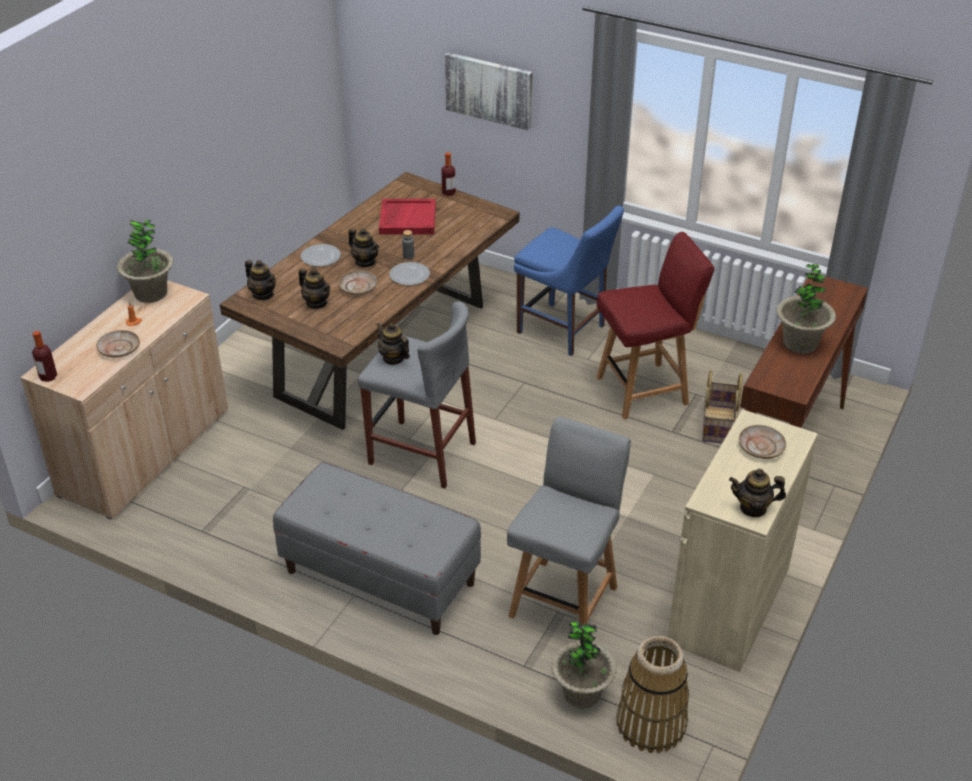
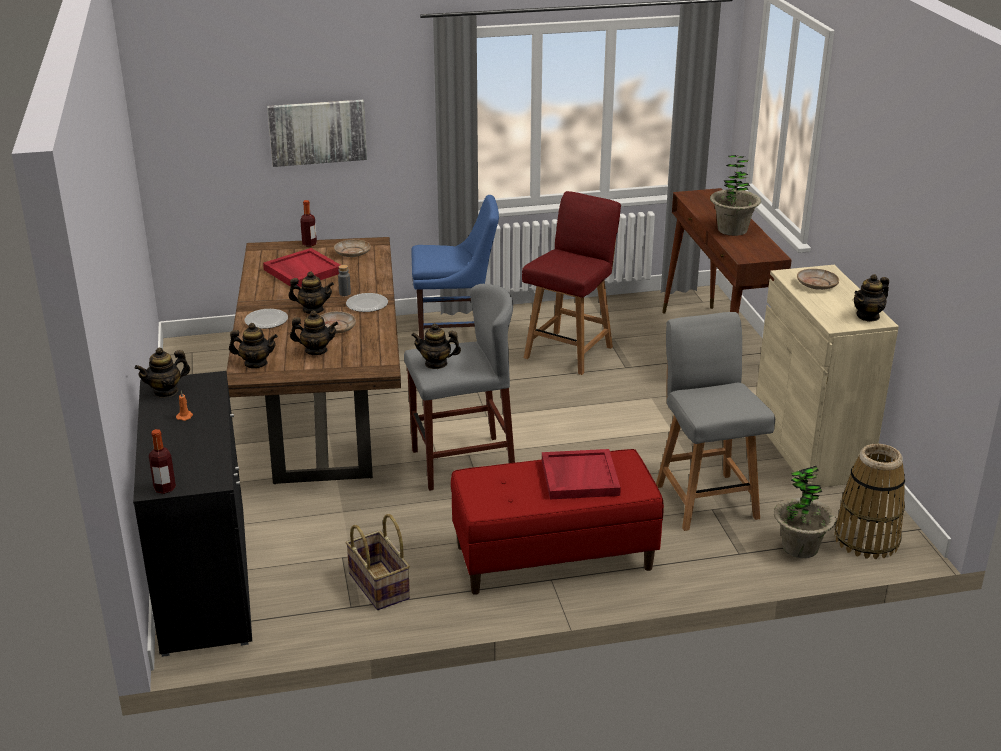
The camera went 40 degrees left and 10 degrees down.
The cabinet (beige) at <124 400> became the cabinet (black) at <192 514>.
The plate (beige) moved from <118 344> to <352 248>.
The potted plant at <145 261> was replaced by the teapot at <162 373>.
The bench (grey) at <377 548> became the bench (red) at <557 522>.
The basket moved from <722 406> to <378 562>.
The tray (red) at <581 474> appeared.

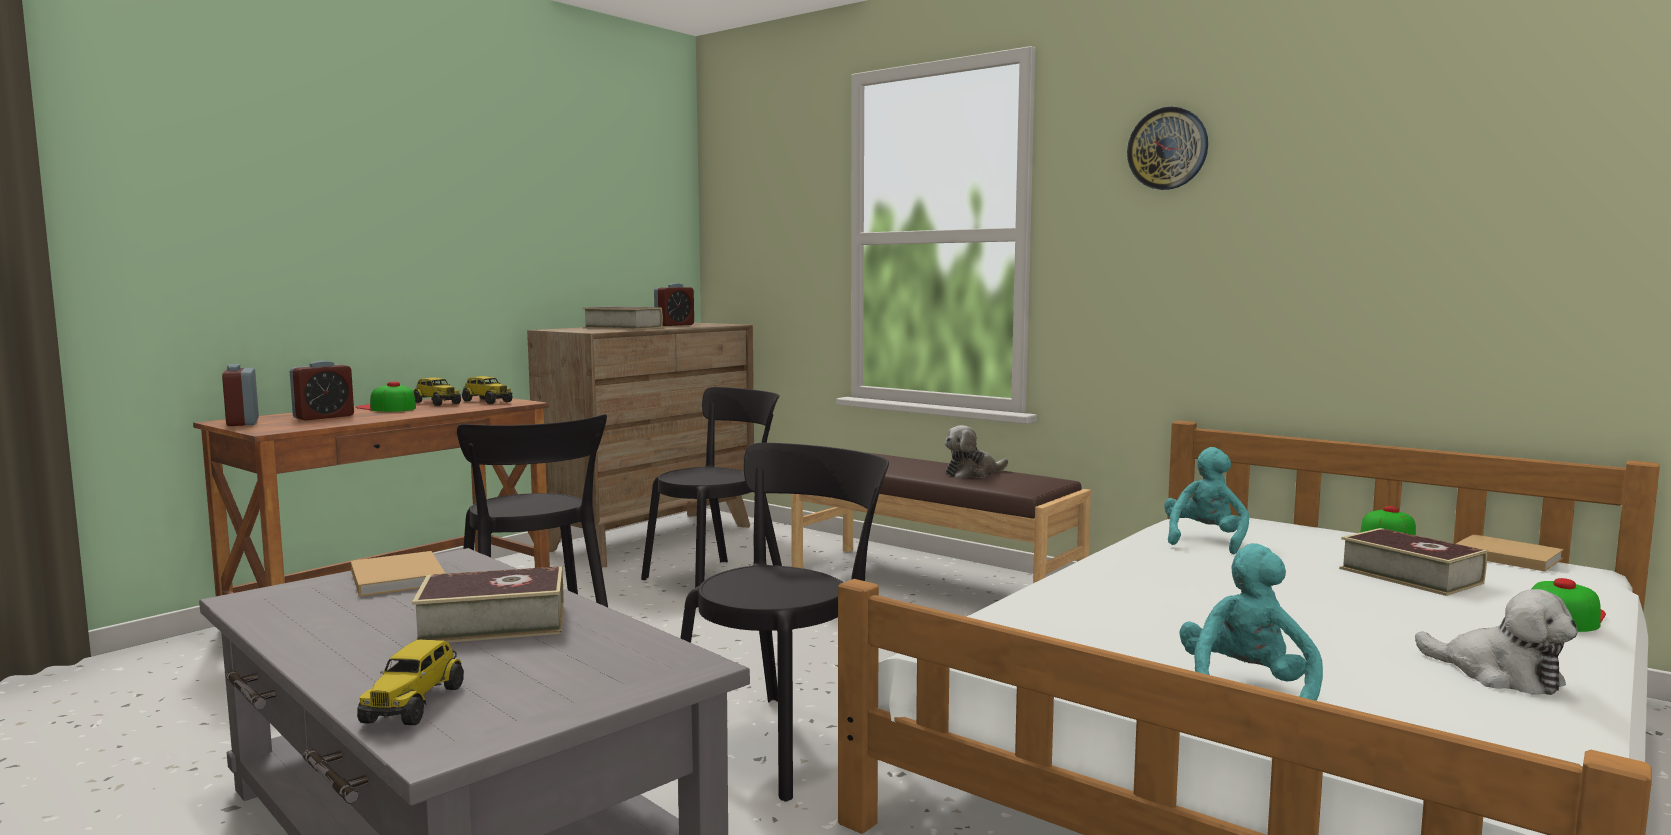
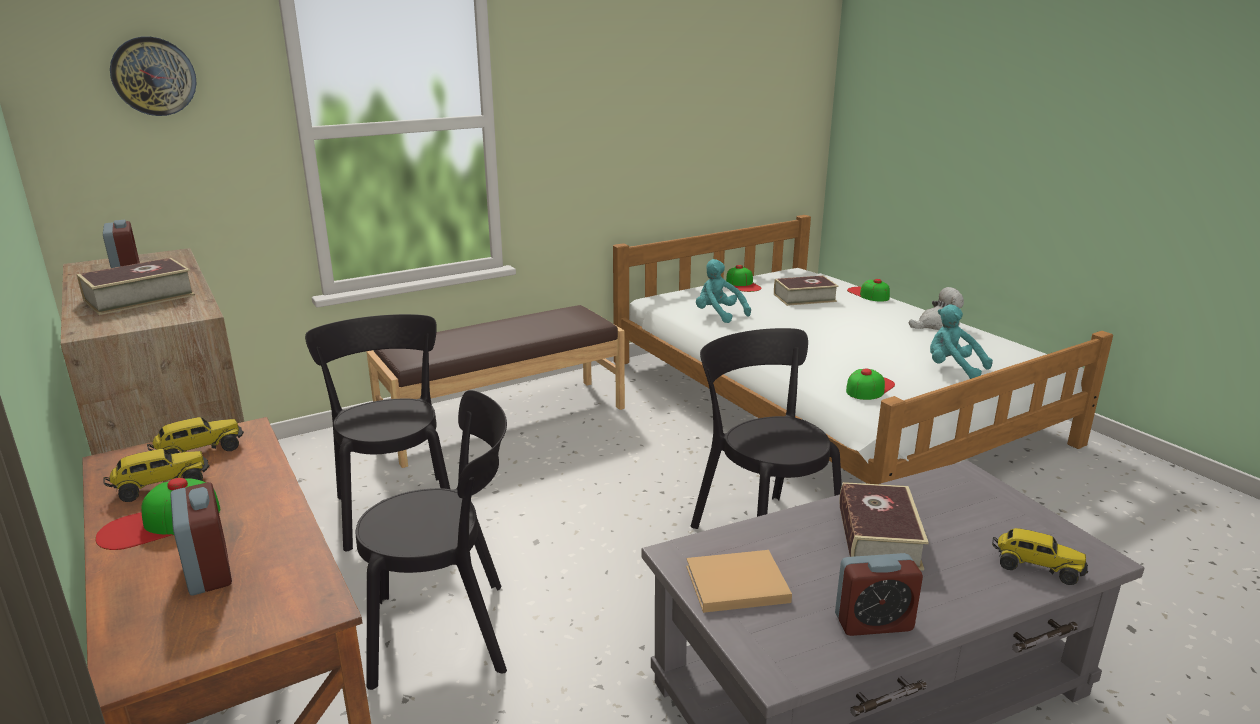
The camera went 70 degrees left and 15 degrees up.
The alarm clock moved from <240 395> to <879 594>.
The plush toy at <976 451> disappeared.
The wall clock moved from <1167 148> to <153 76>.
The book (beige) at <1510 553> disappeared.
The cap at <870 384> appeared.

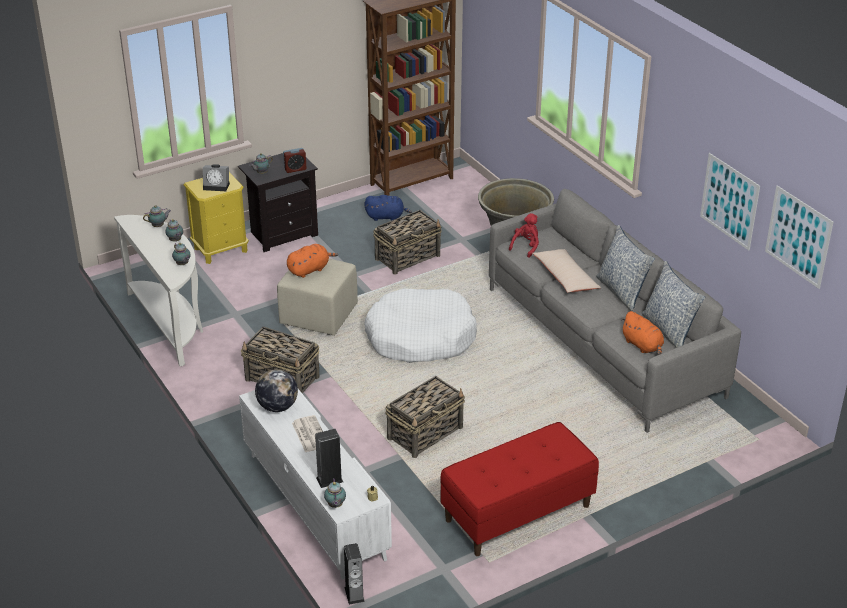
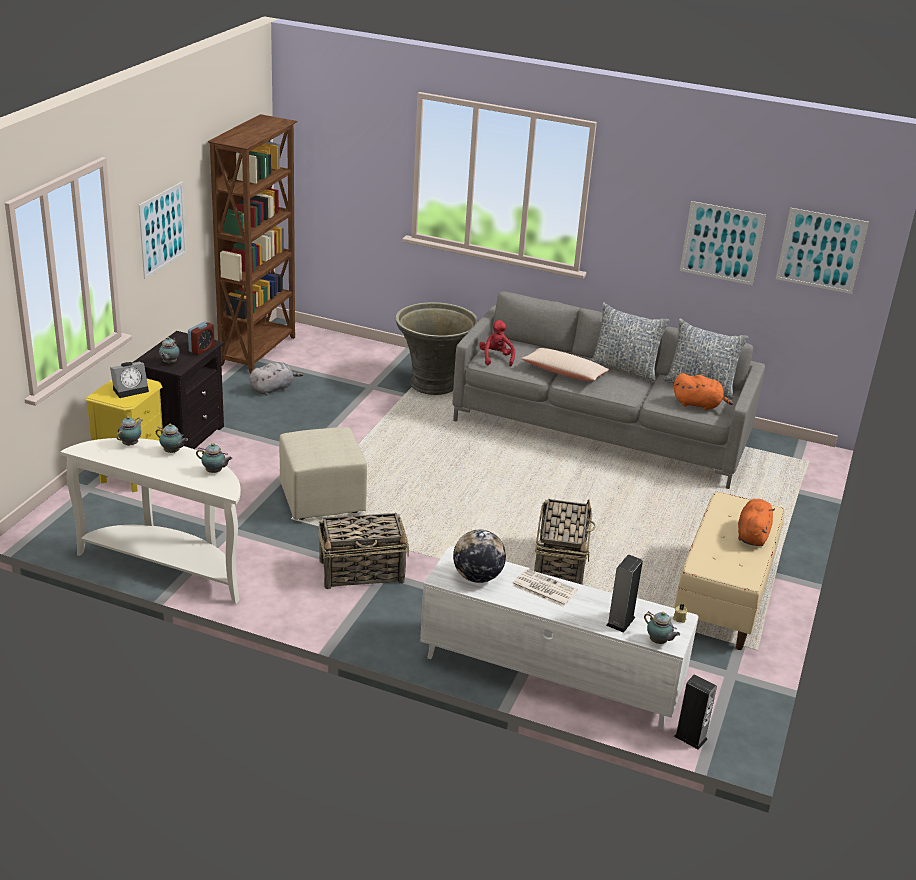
The camera went 40 degrees left and 5 degrees down.
The plush toy (orange) moved from <312 261> to <756 522>.
The dog bed (white) at <420 326> disappeared.
The plush toy (blue) at <388 208> became the plush toy (grey) at <276 379>.
The basket at <407 242> disappeared.
The bench (red) at <519 489> became the bench (beige) at <729 570>.
The picture at <163 230> appeared.

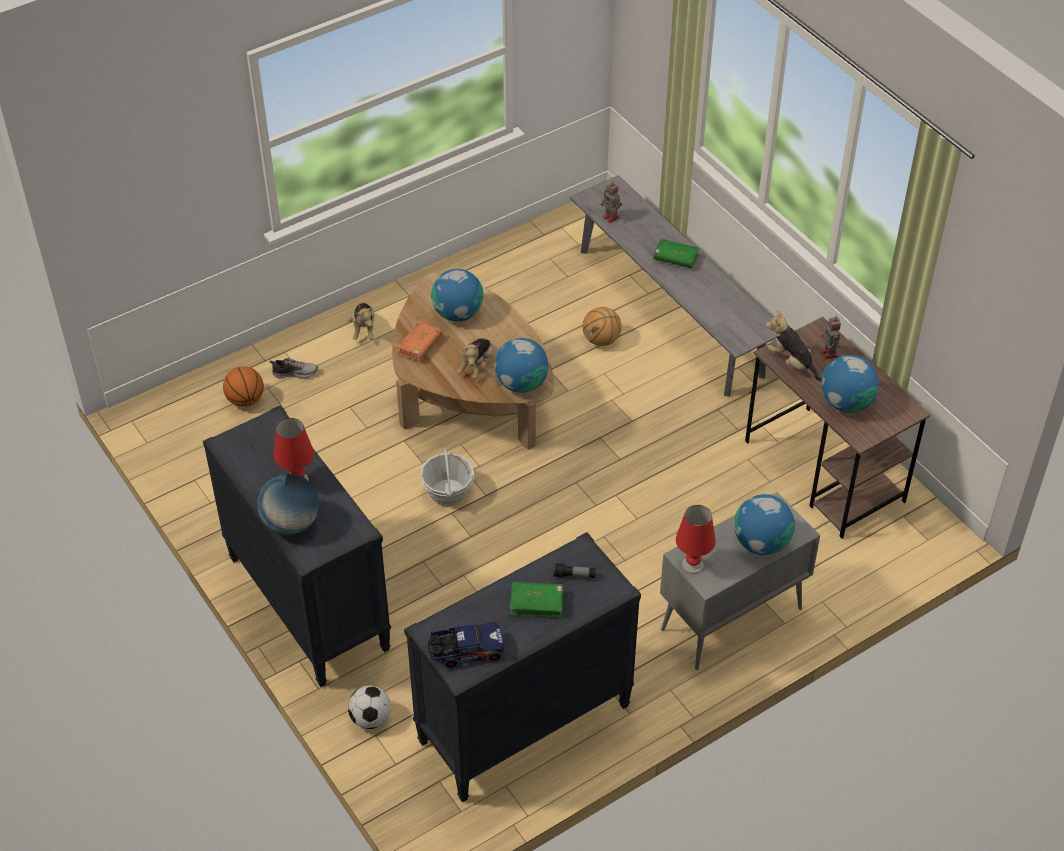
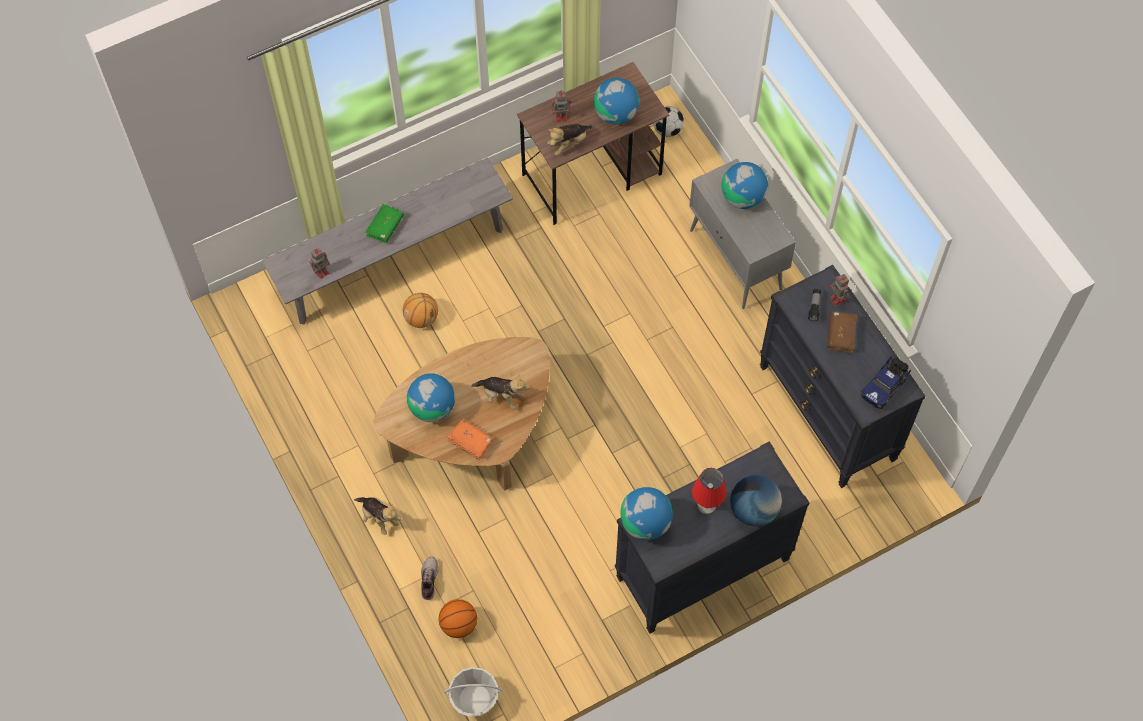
The camera went 85 degrees left and 15 degrees up.
The plush toy at <360 321> turned 45 degrees clockwise.
The football moved from <369 707> to <668 121>.
The basket moved from <447 477> to <473 692>.
The toy truck at <466 645> turned 135 degrees counterclockwise.
The globe moved from <521 365> to <647 513>.
The book (green) at <536 600> became the book (brown) at <842 332>.
The table lamp (red) at <696 539> disappeared.
The toy robot at <839 290> appeared.

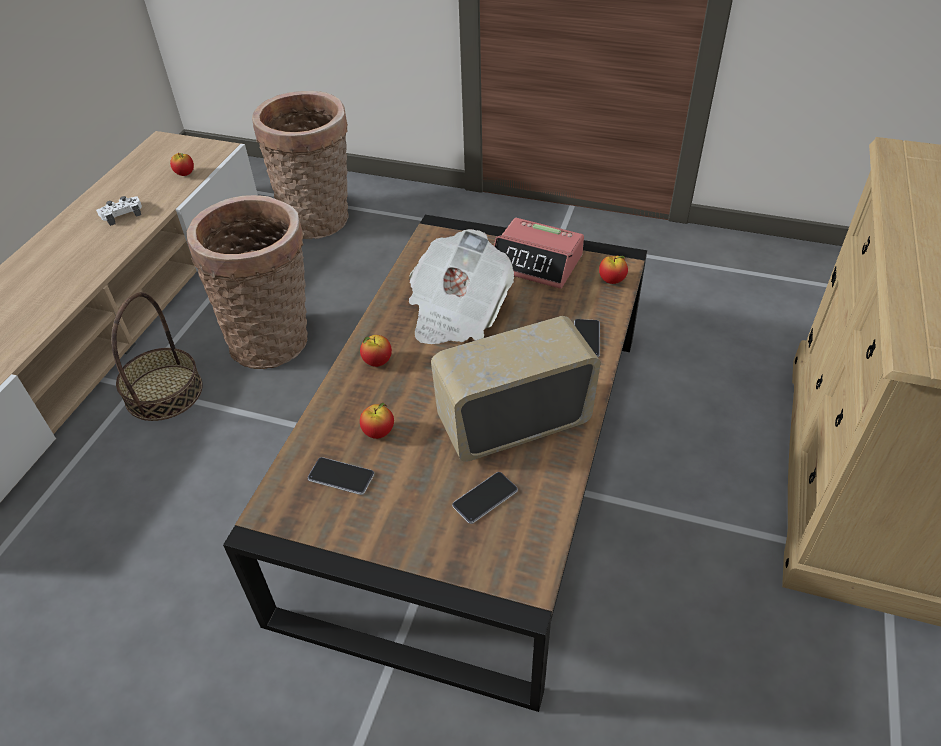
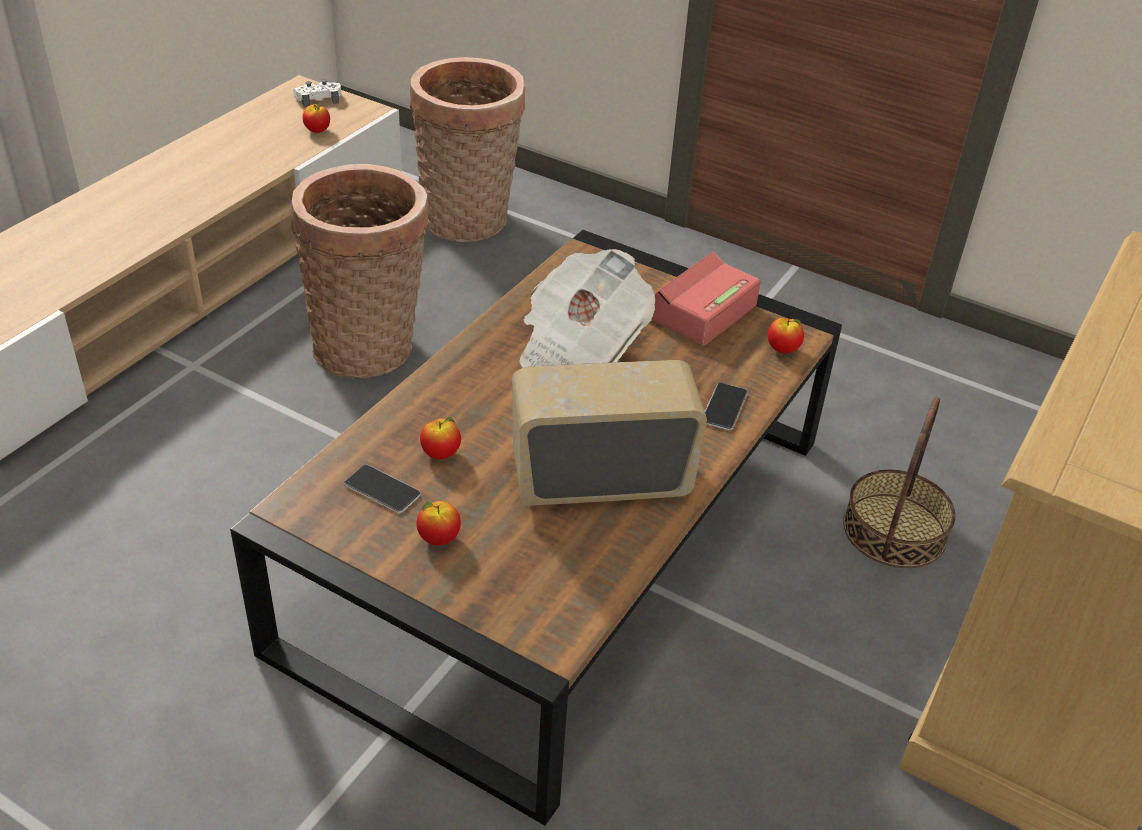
The camera went 10 degrees right and 5 degrees down.
The game controller (white) moved from <119 211> to <317 93>.
The basket moved from <157 356> to <899 482>.
The apple moved from <376 351> to <438 523>.
The phone at <485 498> disappeared.
The alarm clock at <539 253> turned 90 degrees clockwise.

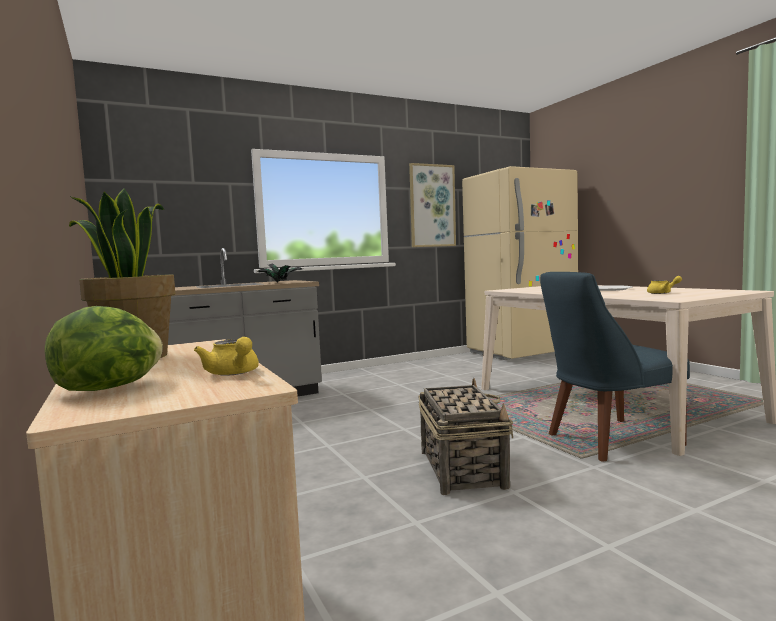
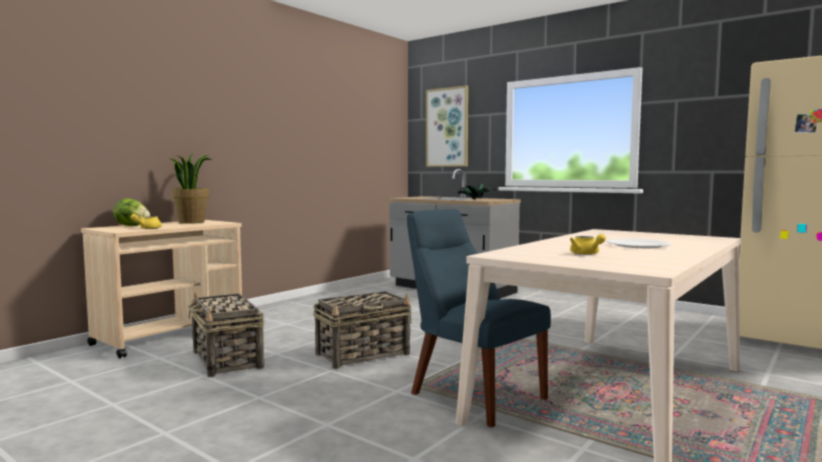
The camera went 65 degrees right and 0 degrees up.
The picture moved from <432 205> to <447 126>.
The basket at <226 335> appeared.

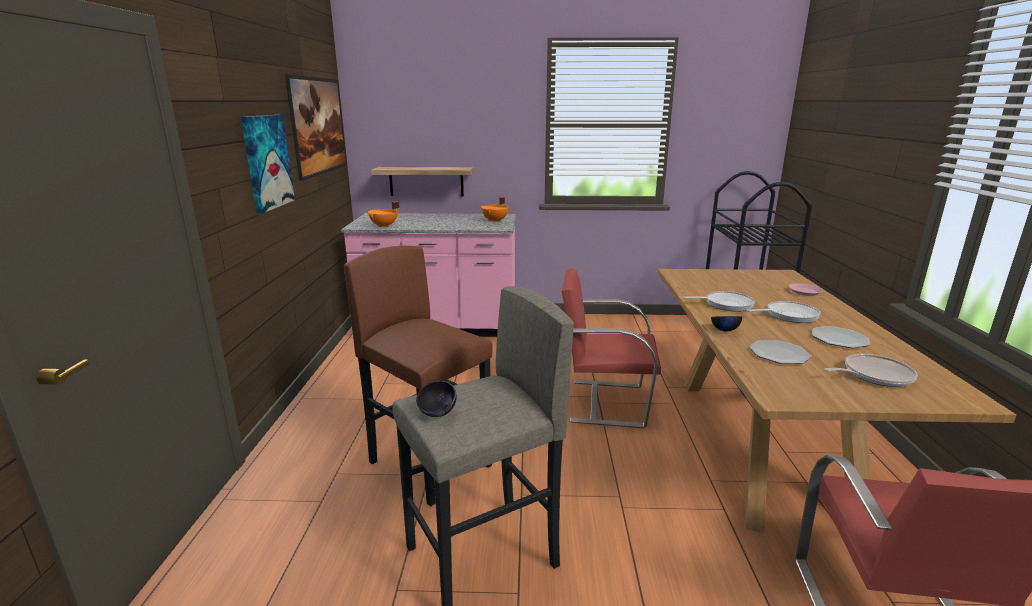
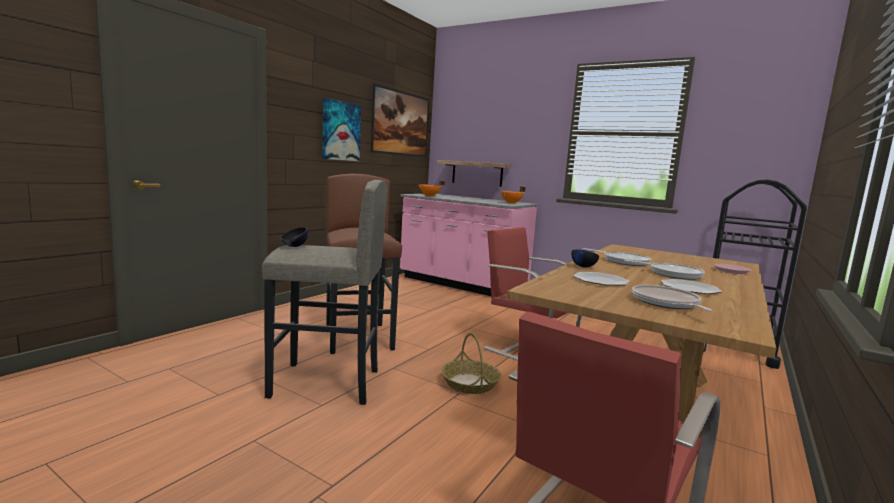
The camera went 30 degrees right and 10 degrees down.
The frying pan at <871 370> turned 120 degrees counterclockwise.
The basket at <471 363> appeared.

